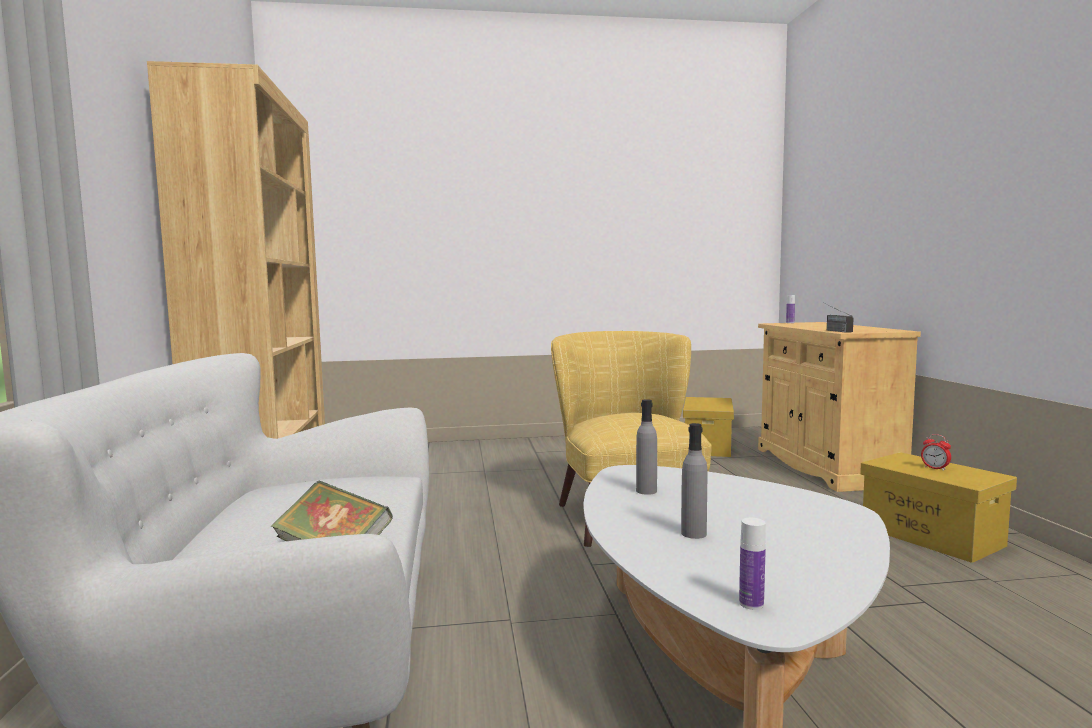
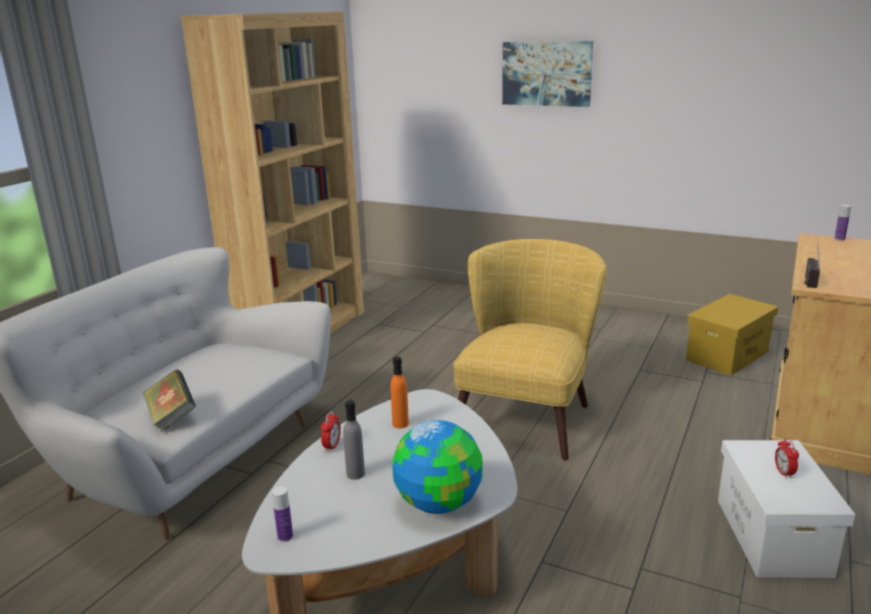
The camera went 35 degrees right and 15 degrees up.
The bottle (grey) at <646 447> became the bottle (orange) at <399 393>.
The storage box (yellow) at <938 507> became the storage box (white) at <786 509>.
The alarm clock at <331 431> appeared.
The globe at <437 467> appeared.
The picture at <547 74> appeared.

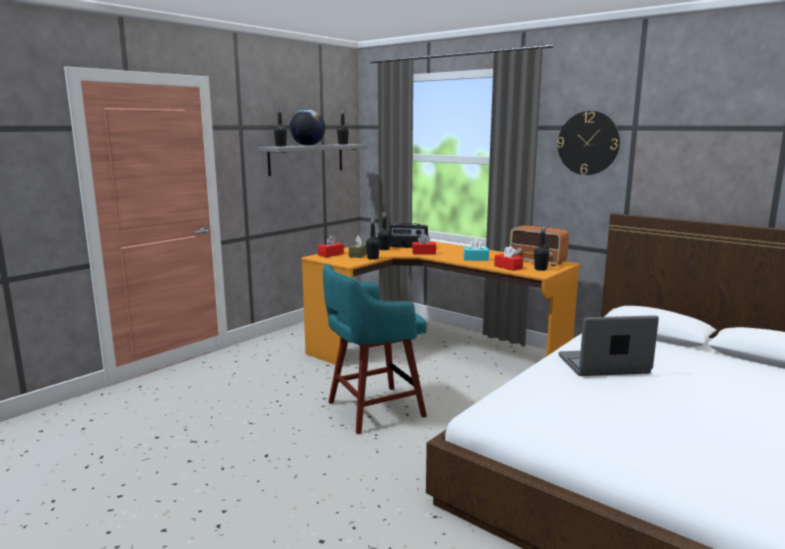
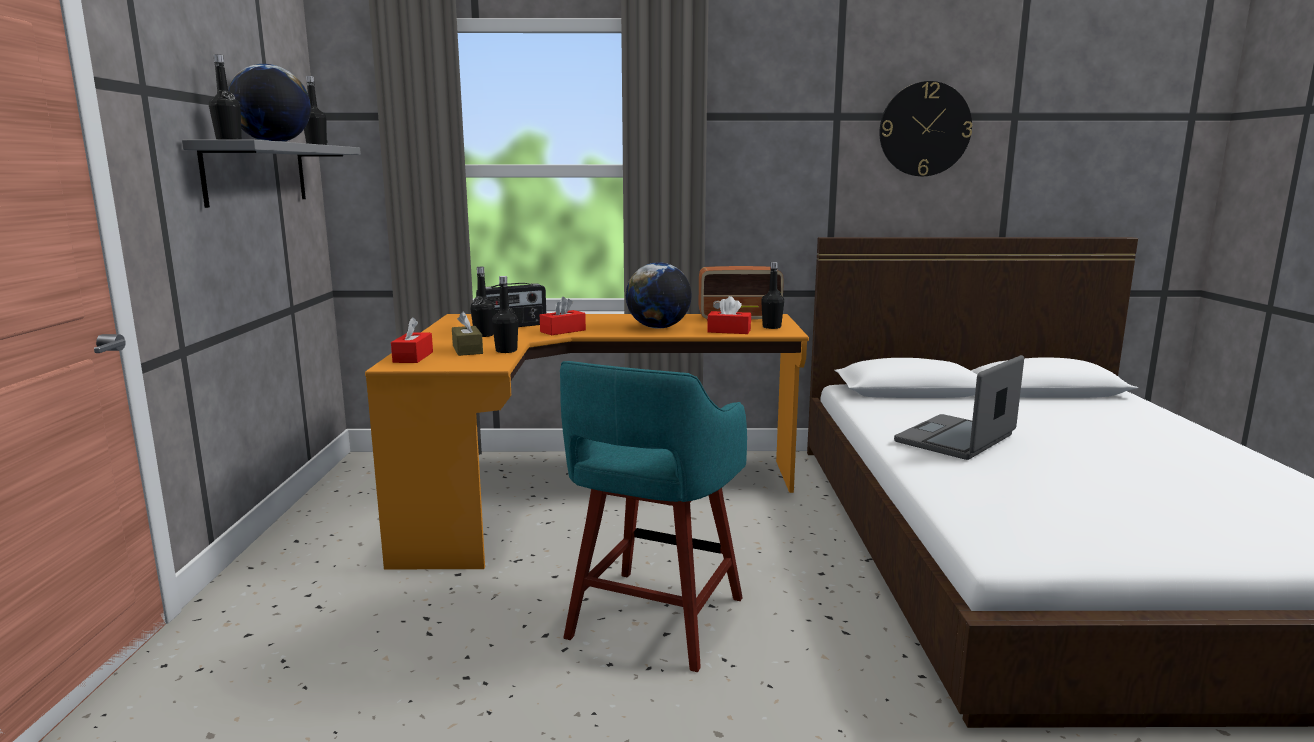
The camera went 40 degrees left and 0 degrees up.
The tissue box (turquoise) at <476 250> was replaced by the globe at <658 295>.
The wall clock moved from <588 143> to <925 128>.

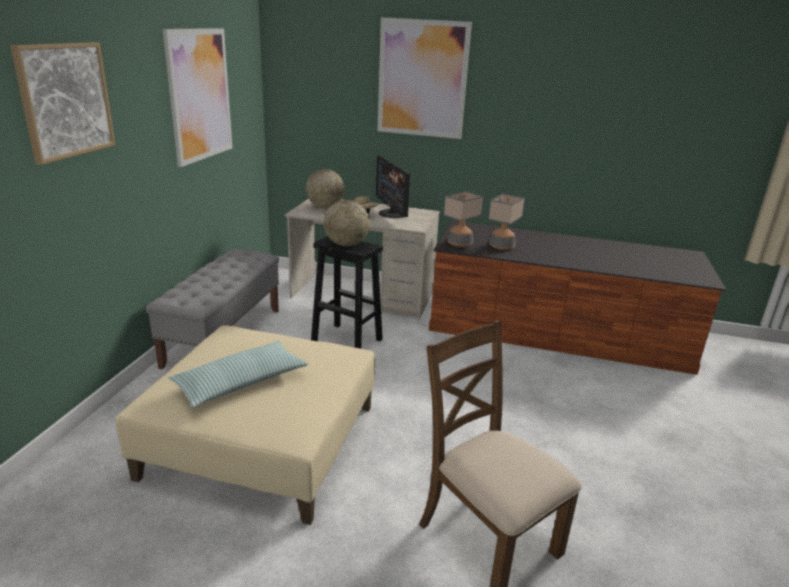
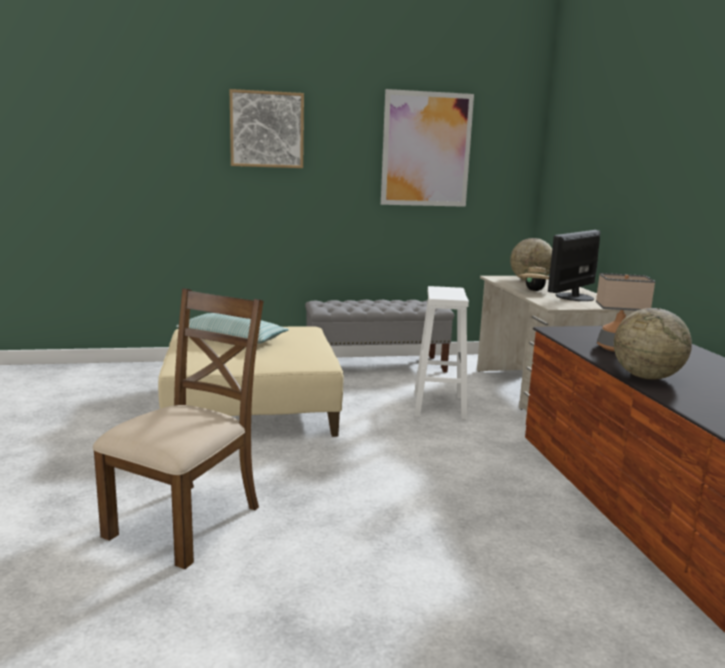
The camera went 65 degrees right and 10 degrees down.
The stool (black) at <347 292> became the stool (white) at <441 353>.
The globe moved from <347 223> to <653 344>.
The picture at <424 78> disappeared.
The table lamp at <463 219> disappeared.

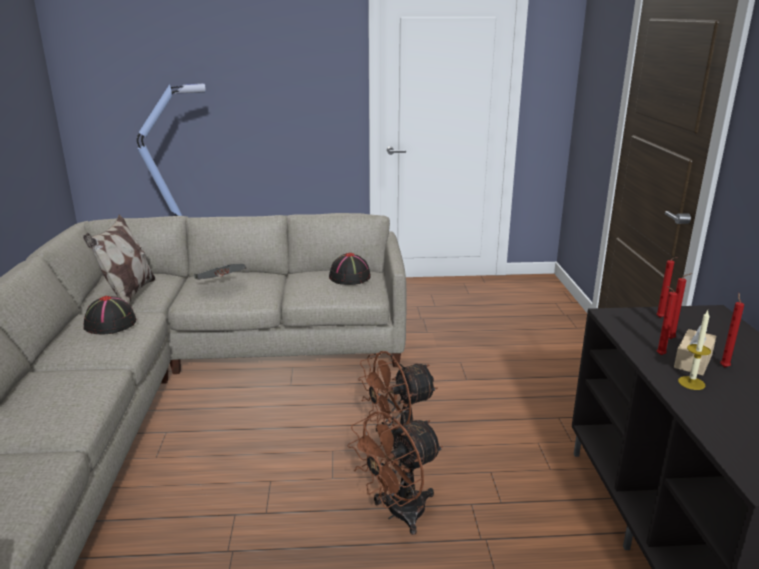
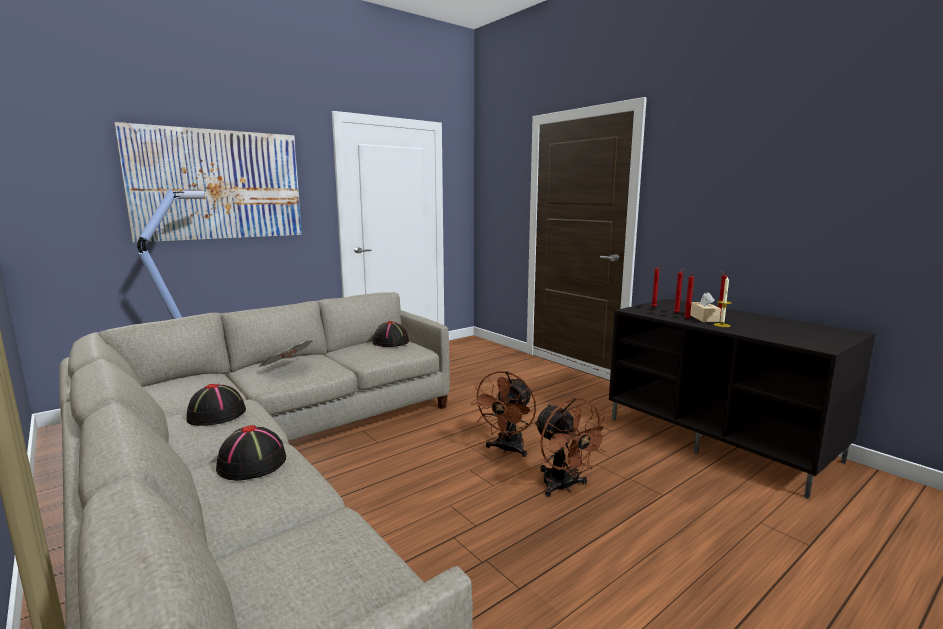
The camera went 35 degrees left and 10 degrees down.
The pillow at <119 259> disappeared.
The fan (brown) at <395 473> turned 45 degrees counterclockwise.
The picture at <208 182> appeared.
The hat (black) at <251 453> appeared.

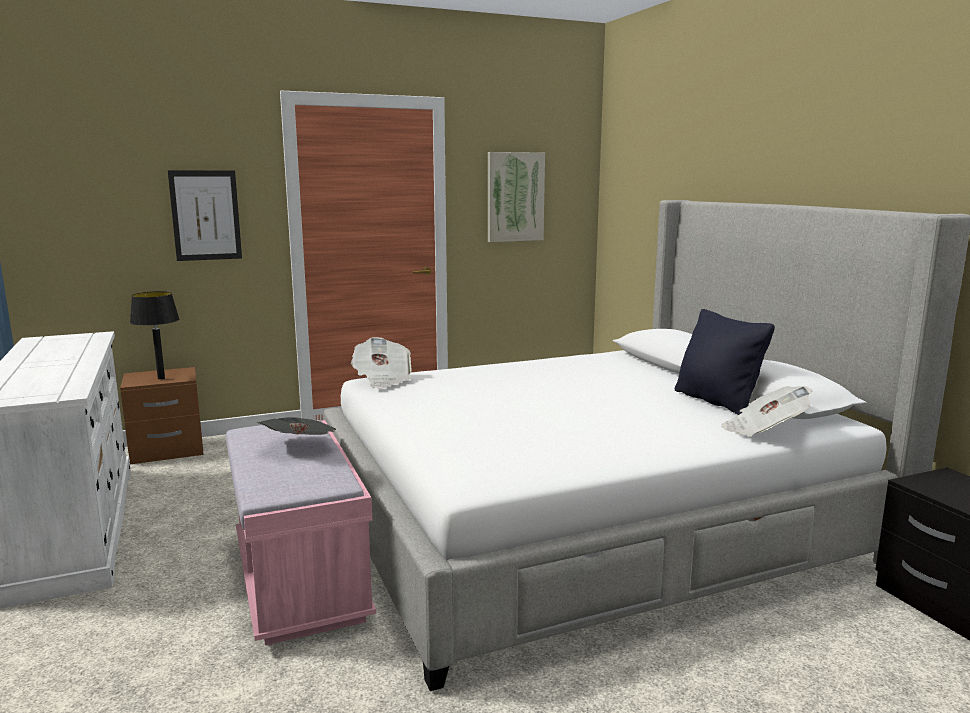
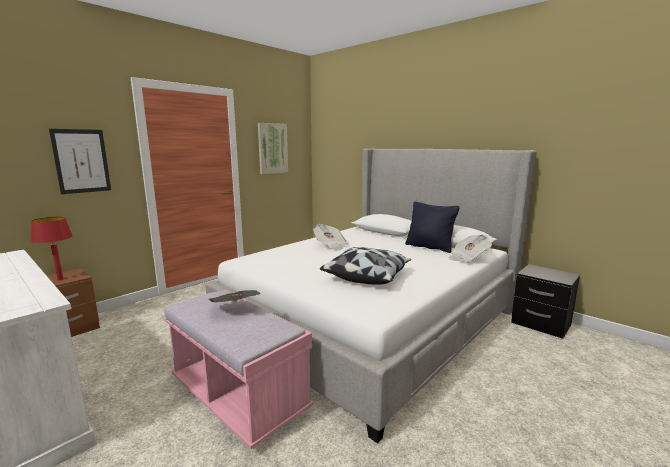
The camera went 25 degrees left and 0 degrees up.
The table lamp (black) at <154 335> became the table lamp (red) at <52 249>.
The newspaper moved from <381 363> to <330 237>.
The pillow at <365 266> appeared.

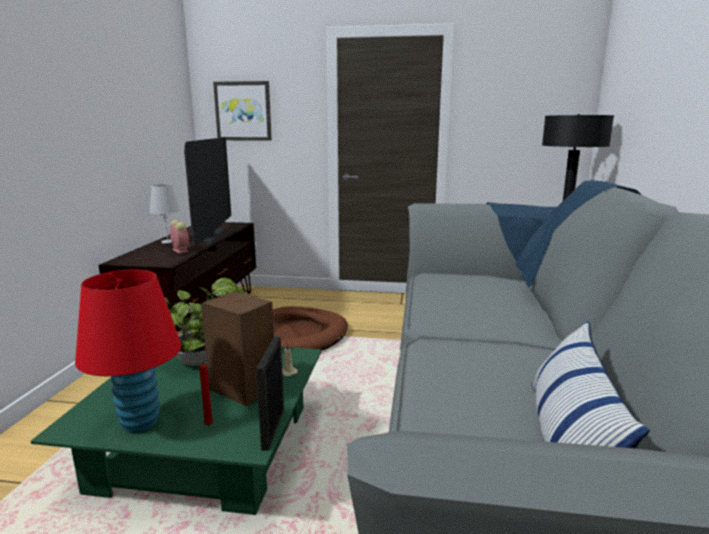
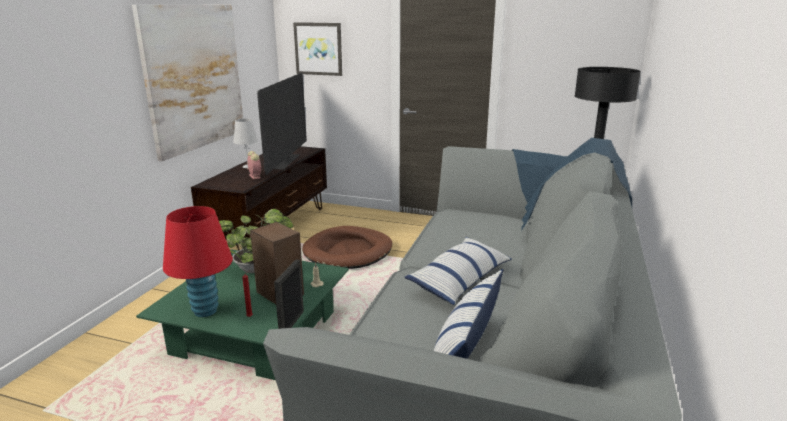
The camera went 10 degrees right and 5 degrees up.
The picture at <187 83> appeared.
The pillow at <458 271> appeared.

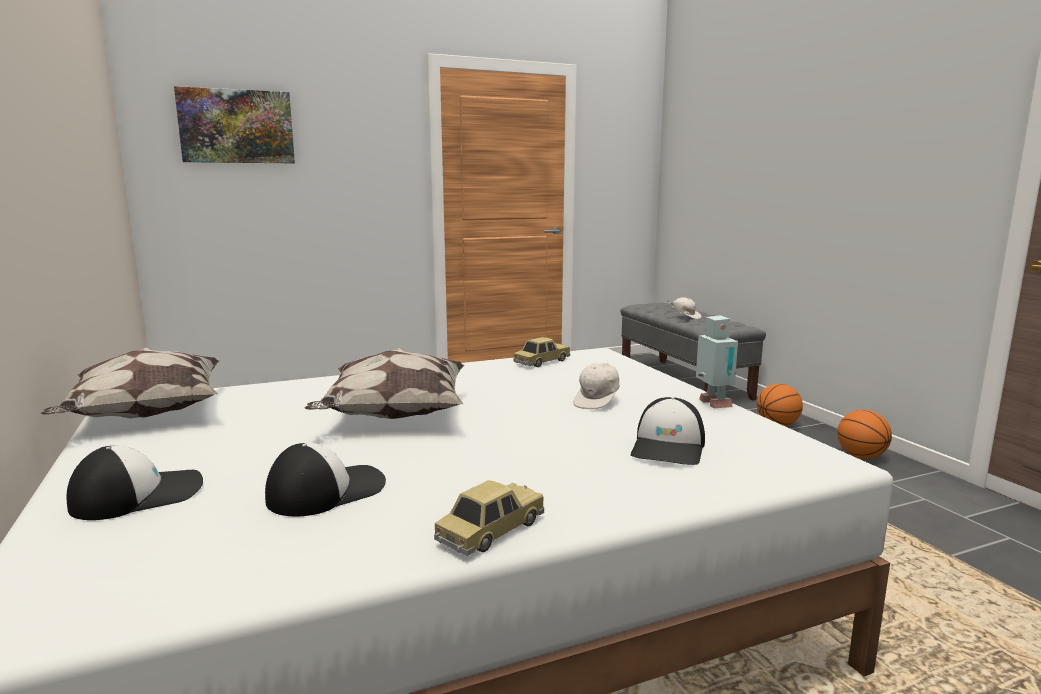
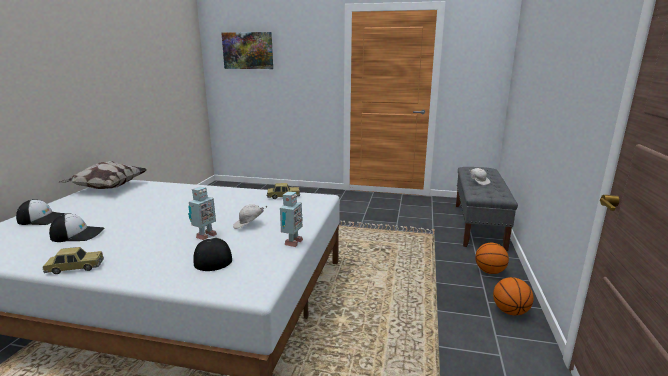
The camera went 35 degrees right and 5 degrees up.
The pillow at <384 383> disappeared.
The cap at <668 431> turned 105 degrees clockwise.
The toy robot at <202 213> appeared.

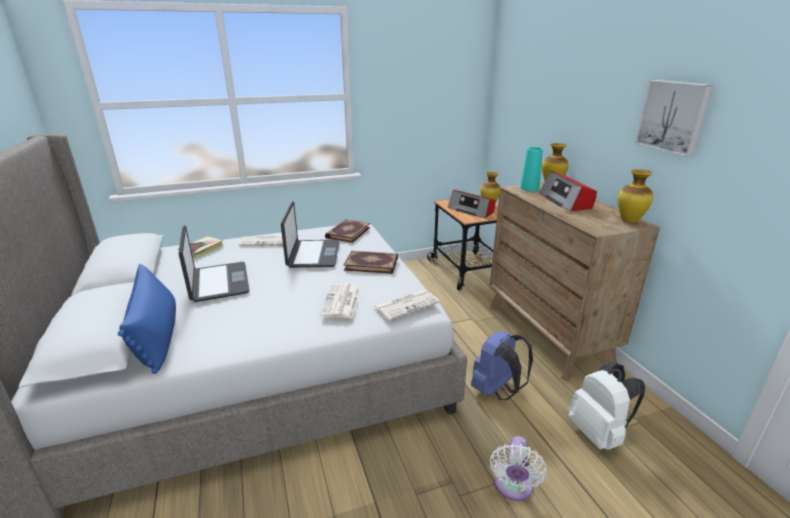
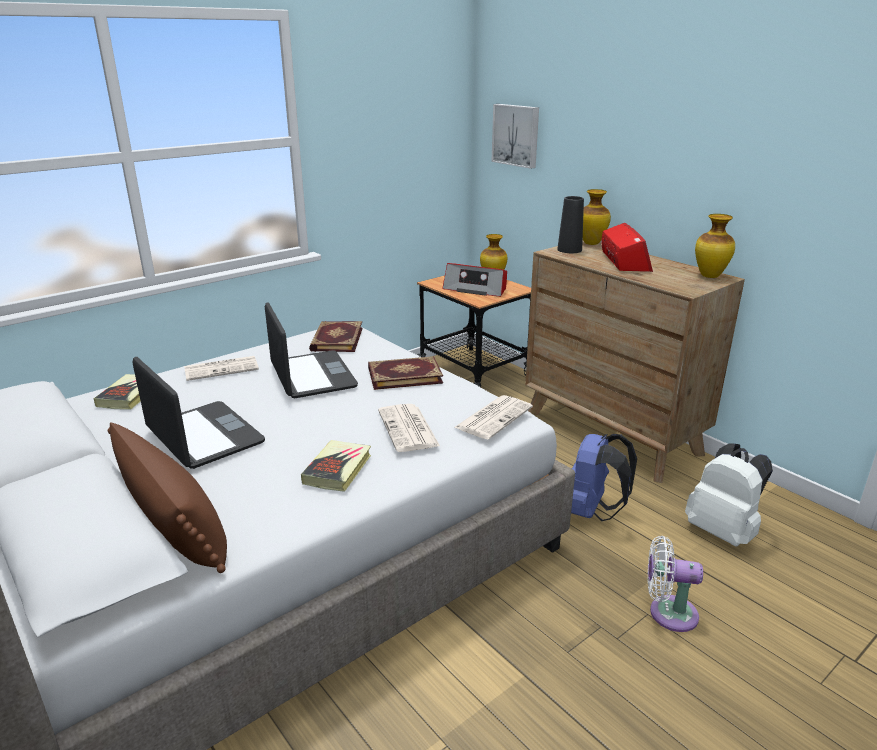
The camera went 20 degrees left and 0 degrees up.
The pillow (blue) at <147 319> became the pillow (brown) at <167 497>.
The fan (white) at <518 468> turned 105 degrees clockwise.
The vase (turquoise) at <531 169> became the vase (black) at <570 224>.
The radio at <568 191> turned 150 degrees counterclockwise.
The picture moved from <674 118> to <515 136>.
The book at <336 466> appeared.

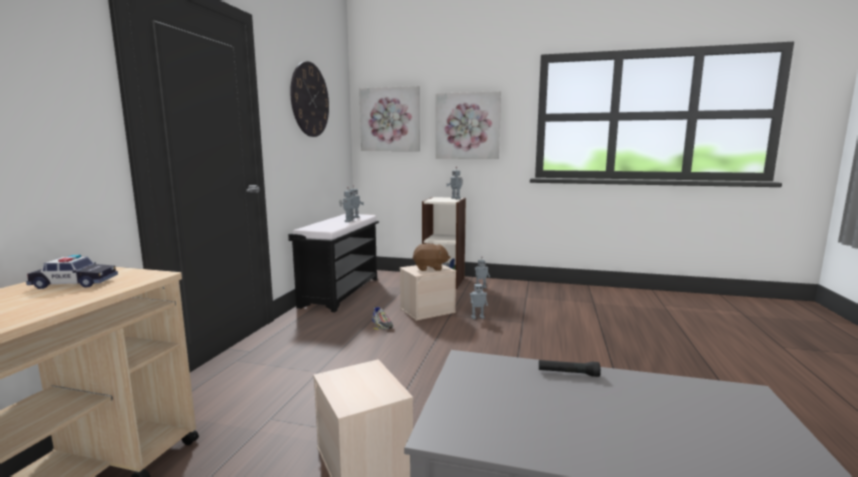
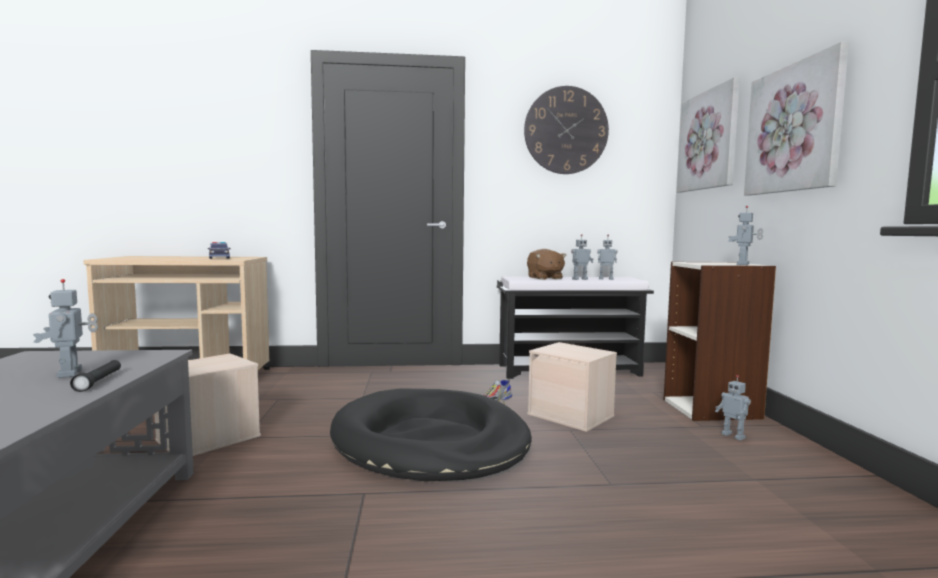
The camera went 70 degrees right and 5 degrees down.
The plush toy (brown) moved from <431 257> to <546 264>.
The toy robot moved from <479 299> to <65 328>.
The dog bed (black) at <431 435> appeared.

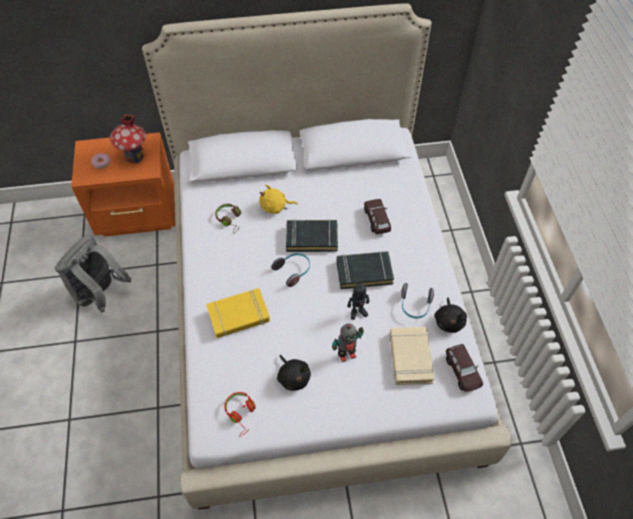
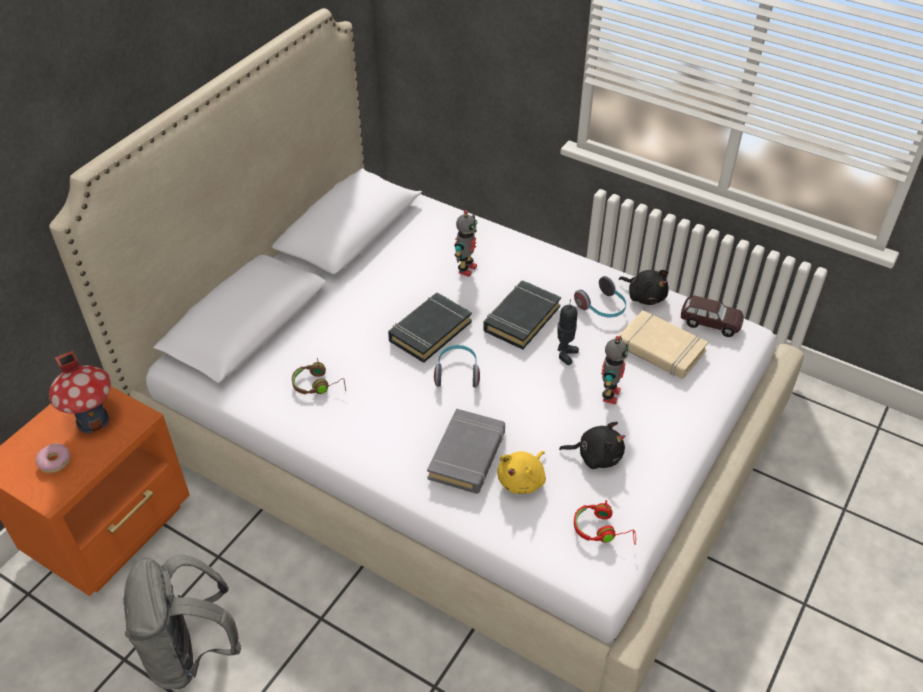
The camera went 50 degrees left and 10 degrees down.
The book (yellow) at <238 313> became the book (grey) at <466 451>.
The plush toy (yellow) moved from <278 199> to <521 472>.
The toy car (brown) at <377 216> was replaced by the toy robot at <466 243>.

